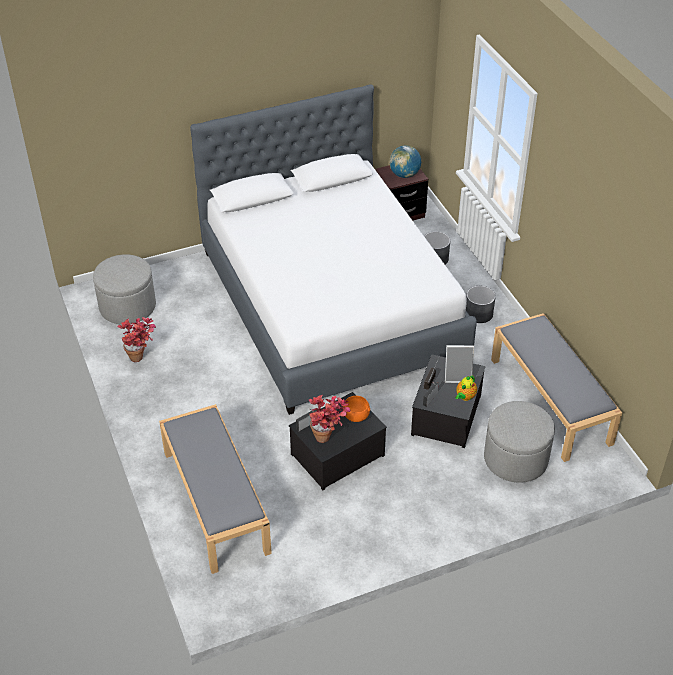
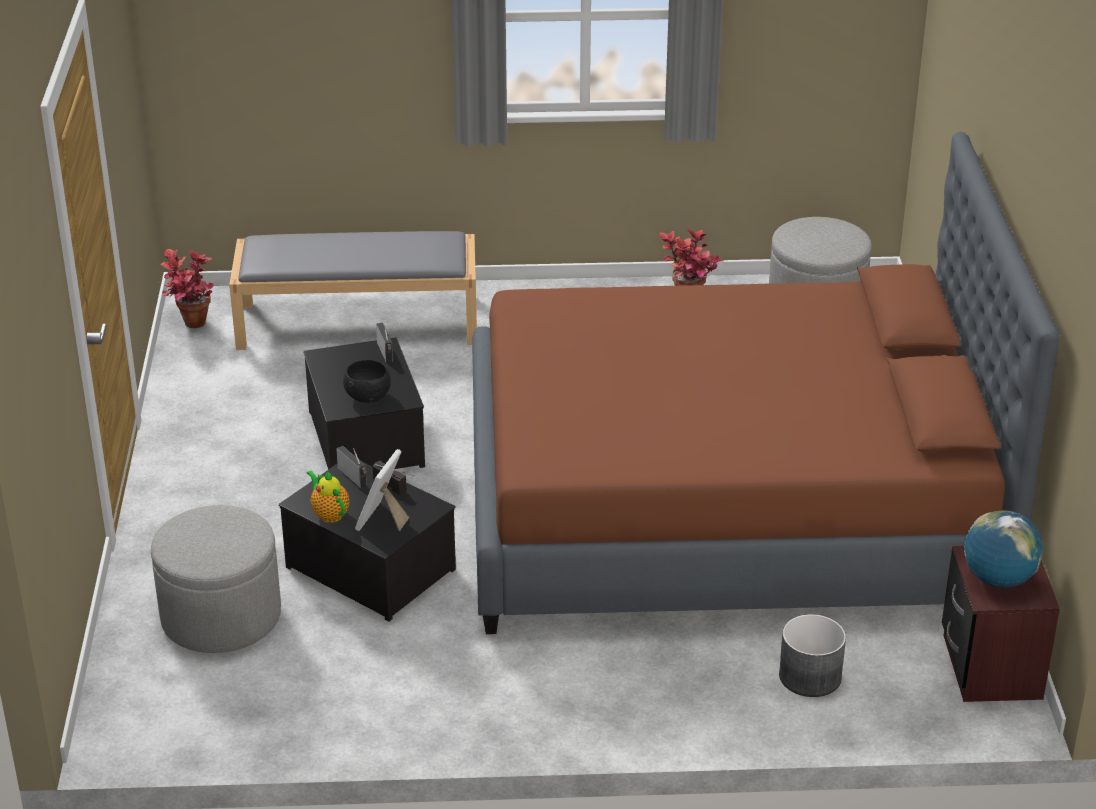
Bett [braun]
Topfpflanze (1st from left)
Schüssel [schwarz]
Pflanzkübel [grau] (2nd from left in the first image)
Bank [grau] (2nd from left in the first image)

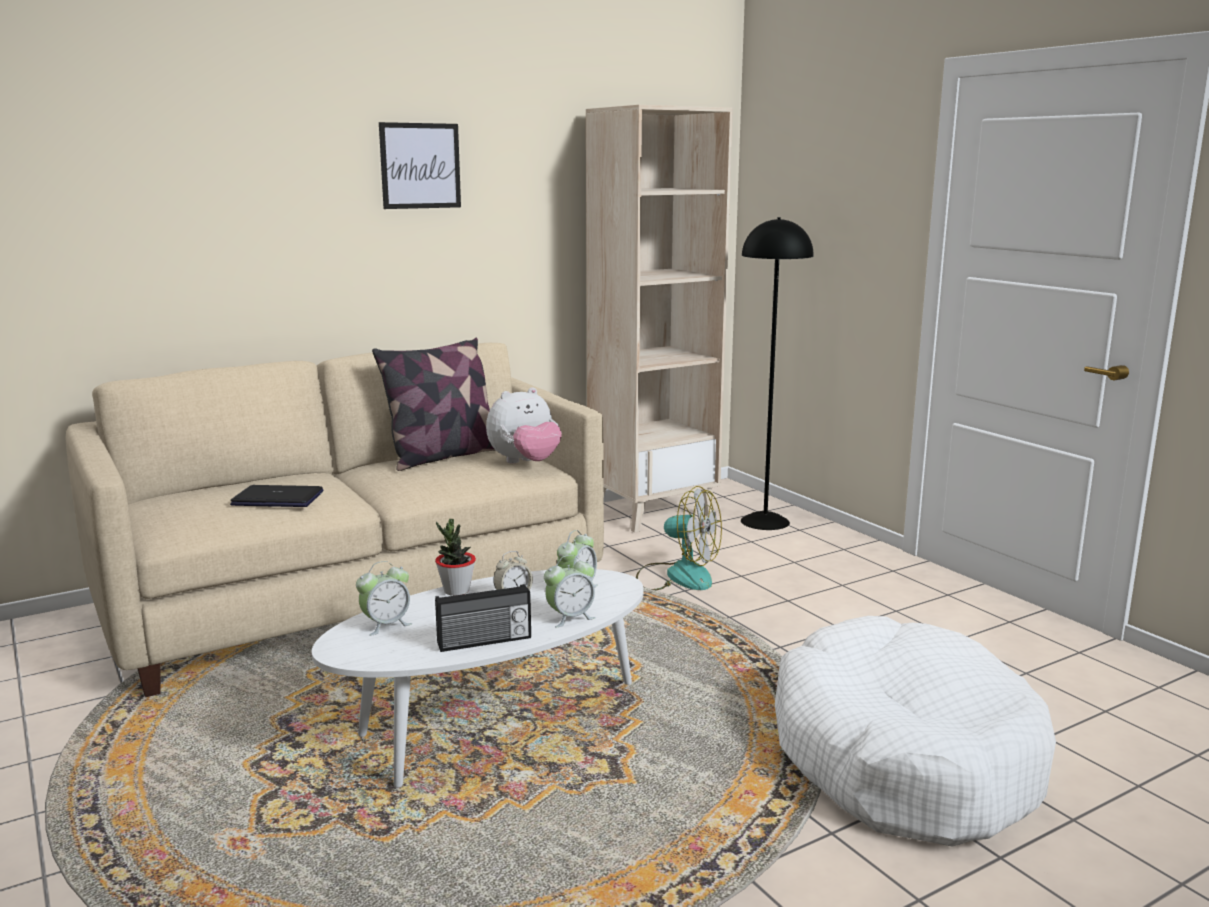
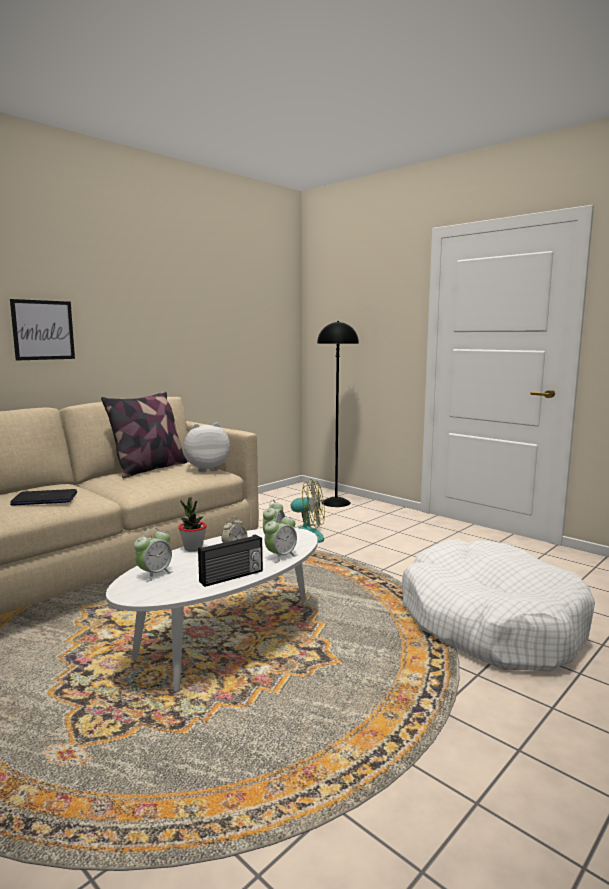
Bild
Plüschtier
Bücherregal [beige]

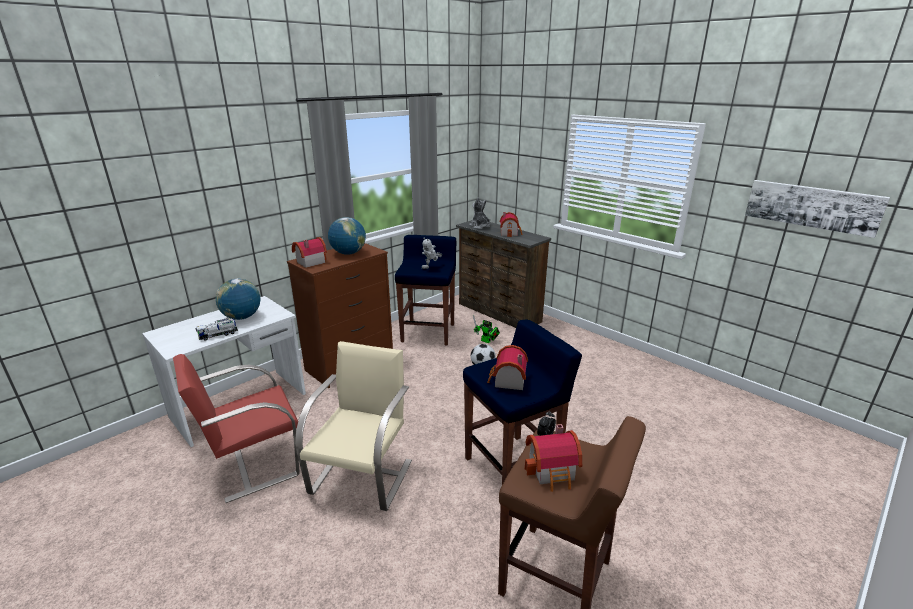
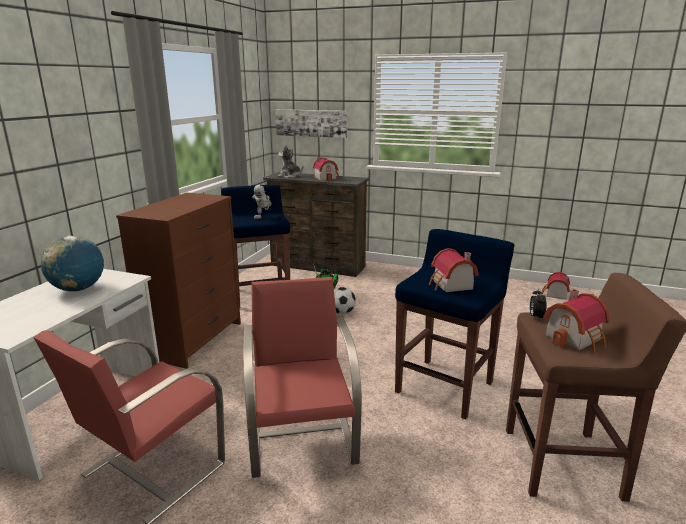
Spielzeuglaster
Spielzeughaus (3rd from left)
Stuhl [rot] (2nd from left)
Globus (2nd from left in the first image)
Bild

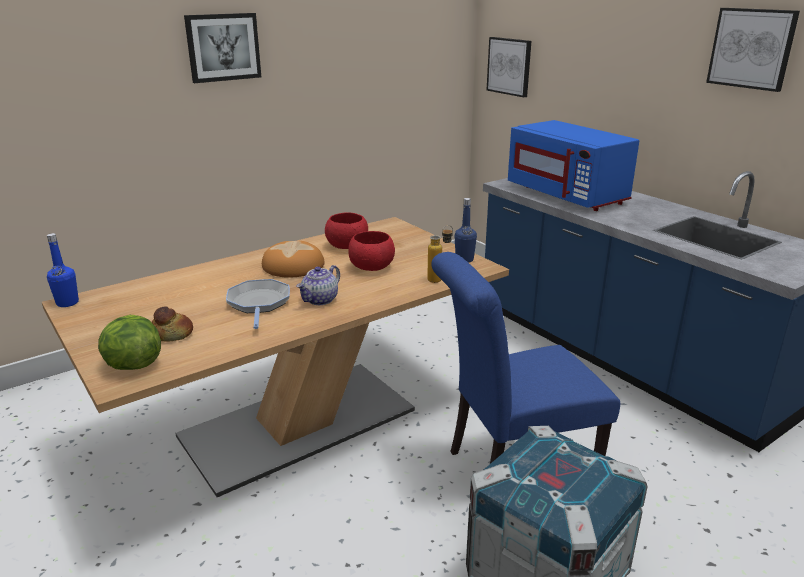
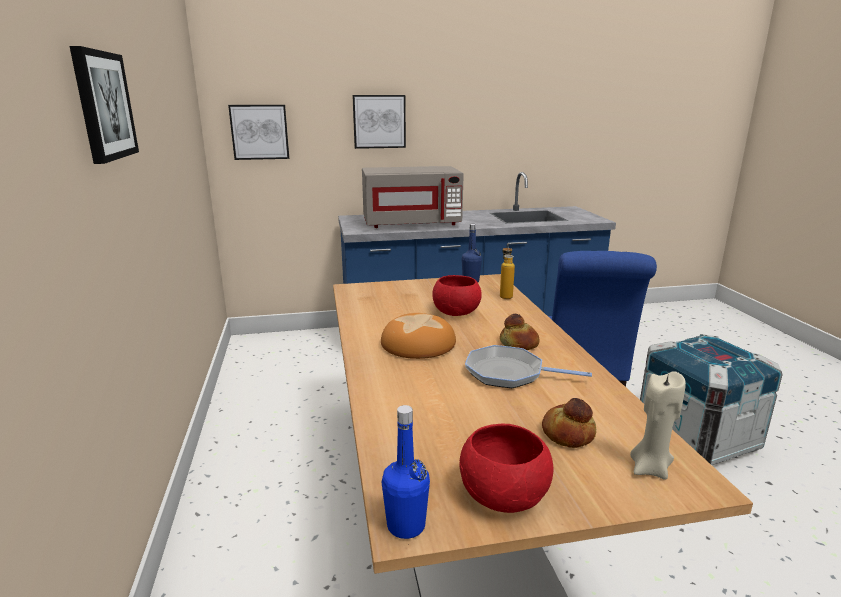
Kerze [beige]
Brot (2nd from left)
Schüssel [rot] (2nd from left)
Mikrowelle [grau]
Bild (3rd from left)

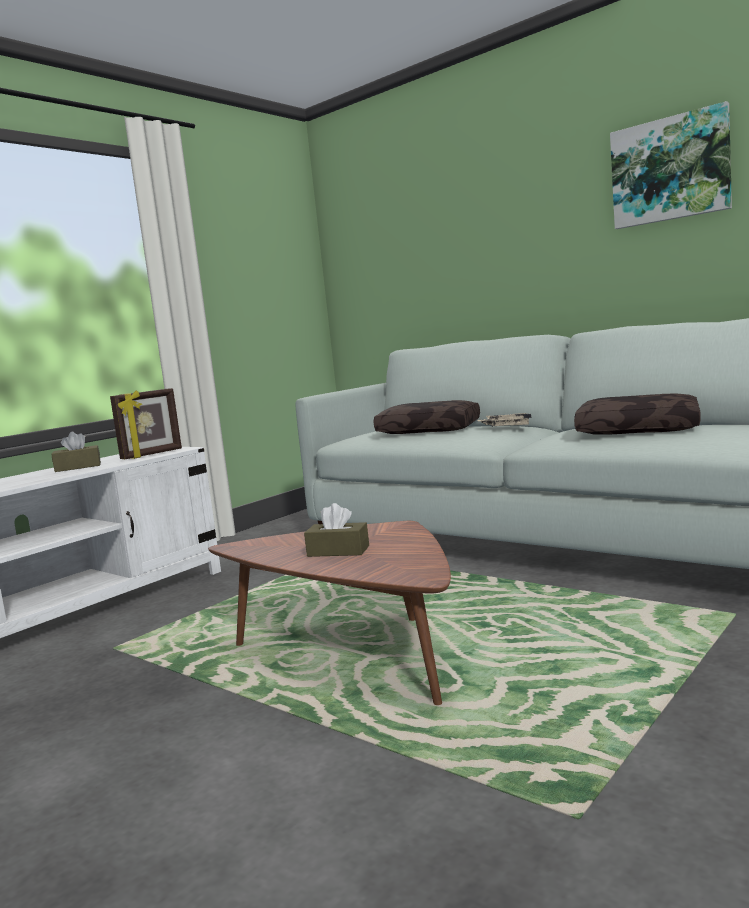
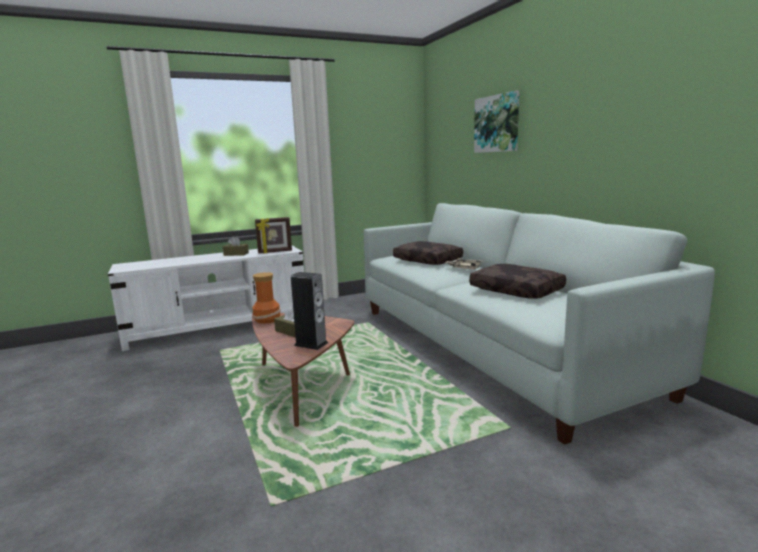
Bild
Vase
Lautsprecher

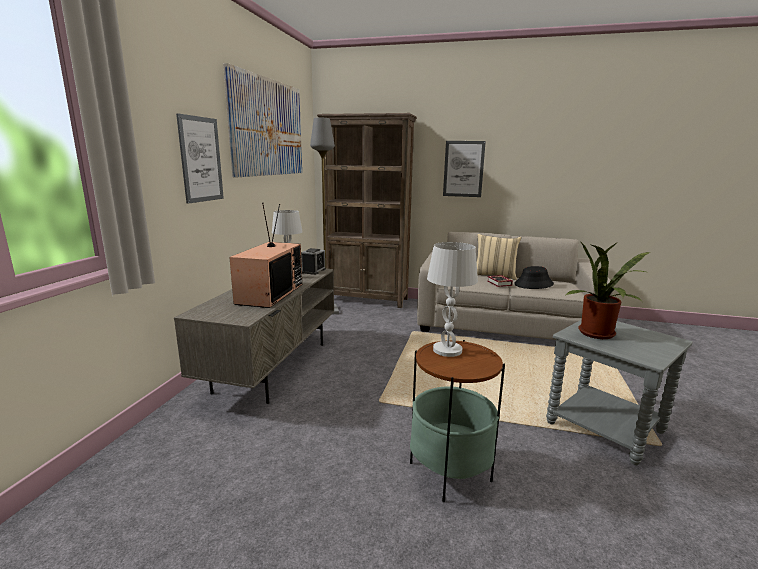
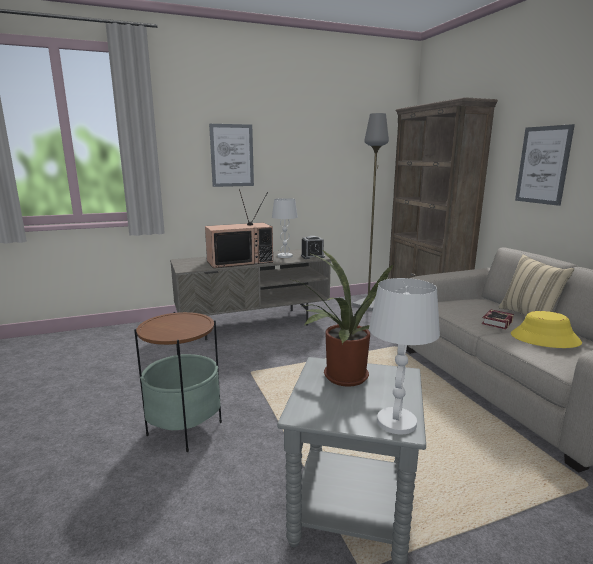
Bild (2nd from left in the first image)
Tischlampe [weiß] (2nd from left)
Hut [gelb]

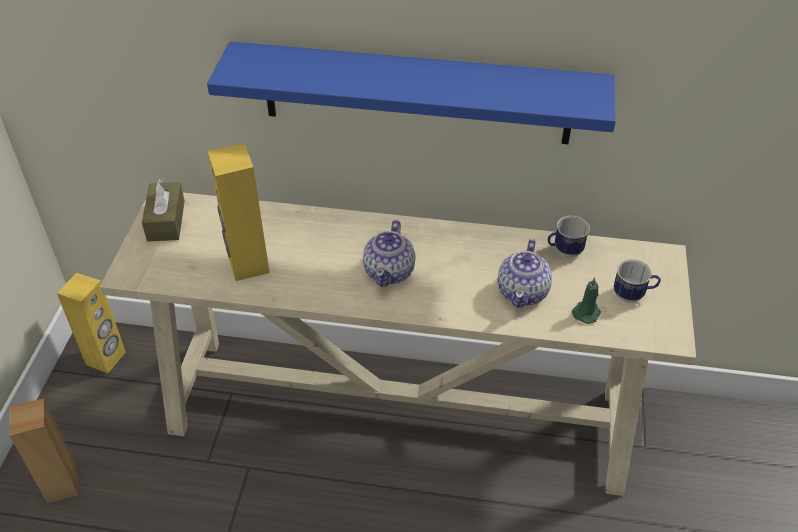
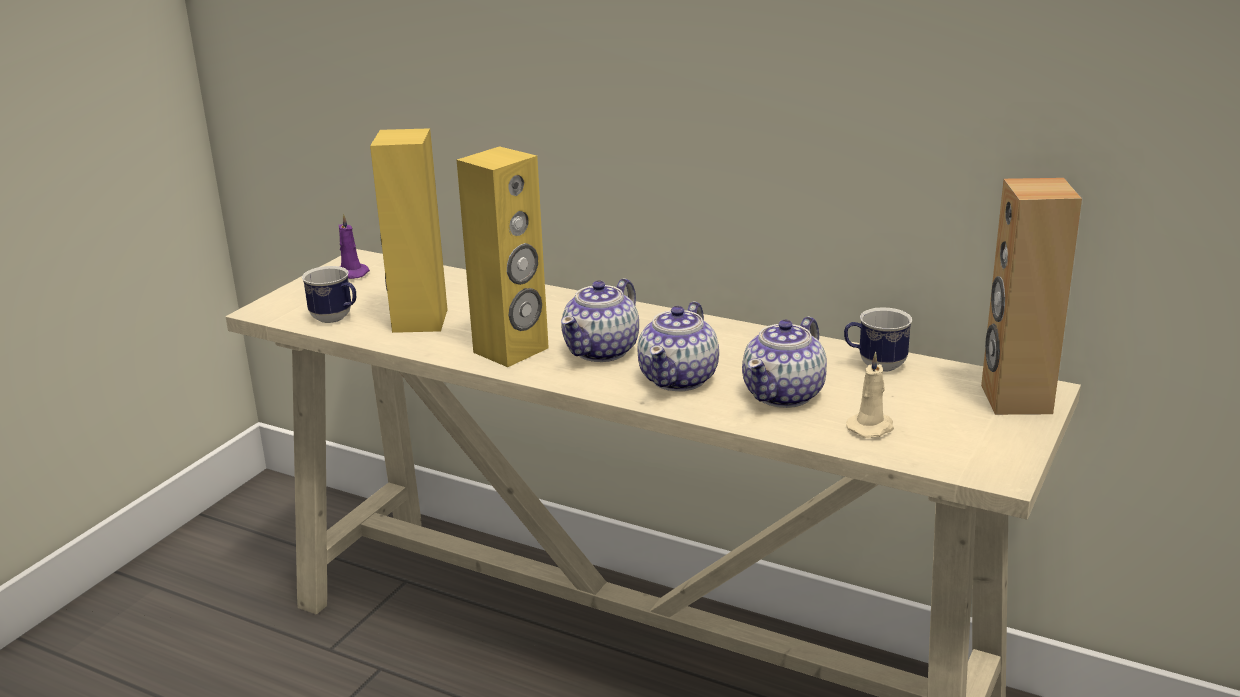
Lautsprecher [braun]
Lautsprecher [gelb] (2nd from left)
Kerze [lila]
Wandregal [blau]
Kerze [beige]
Henkelbecher (1st from left)
Teekanne (2nd from left)

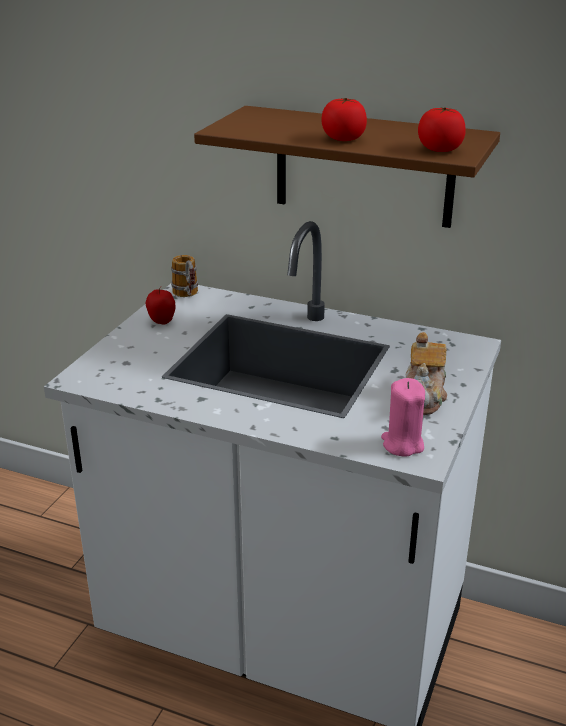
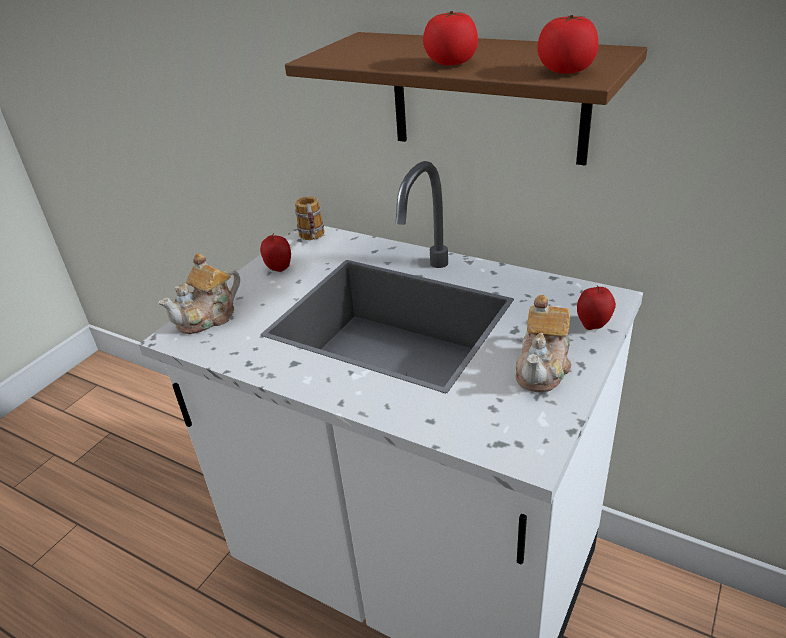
Kerze [rosa]
Teekanne (1st from left)
Apfel (2nd from left)

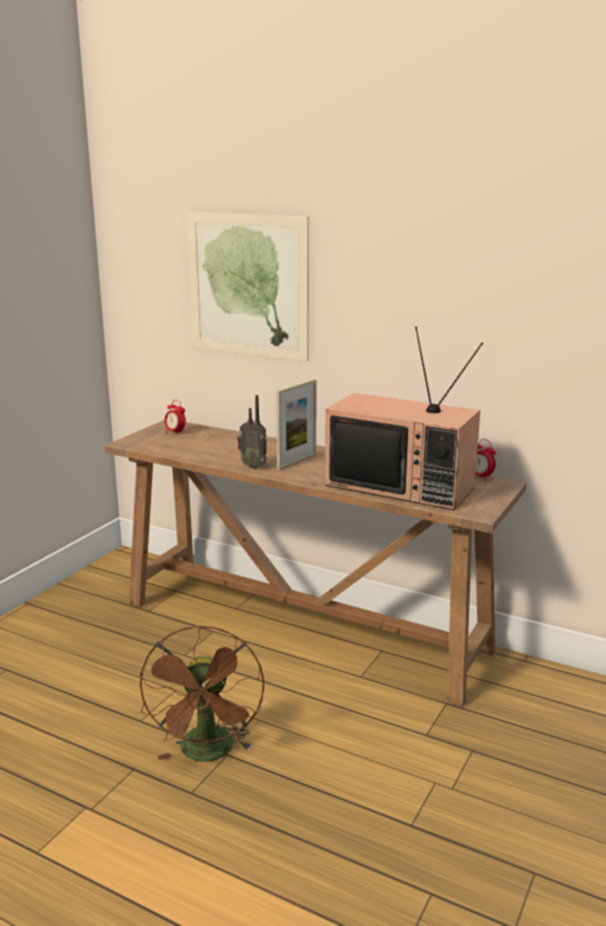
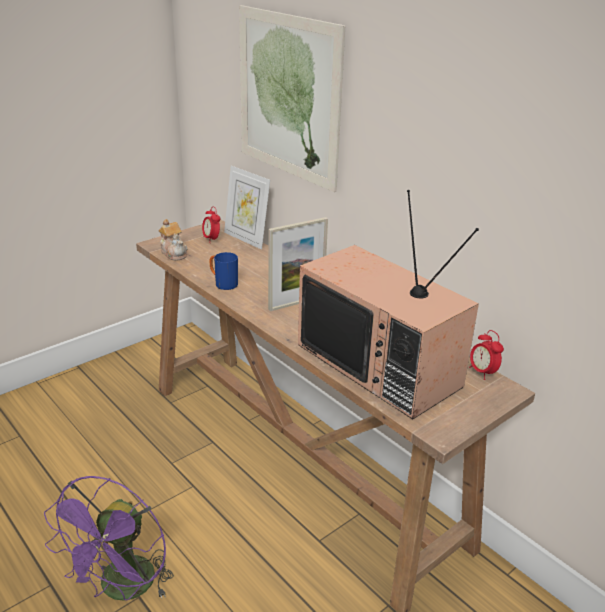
Ventilator [lila]
Radio
Teekanne
Henkelbecher [blau]
Bilderrahmen (1st from left)

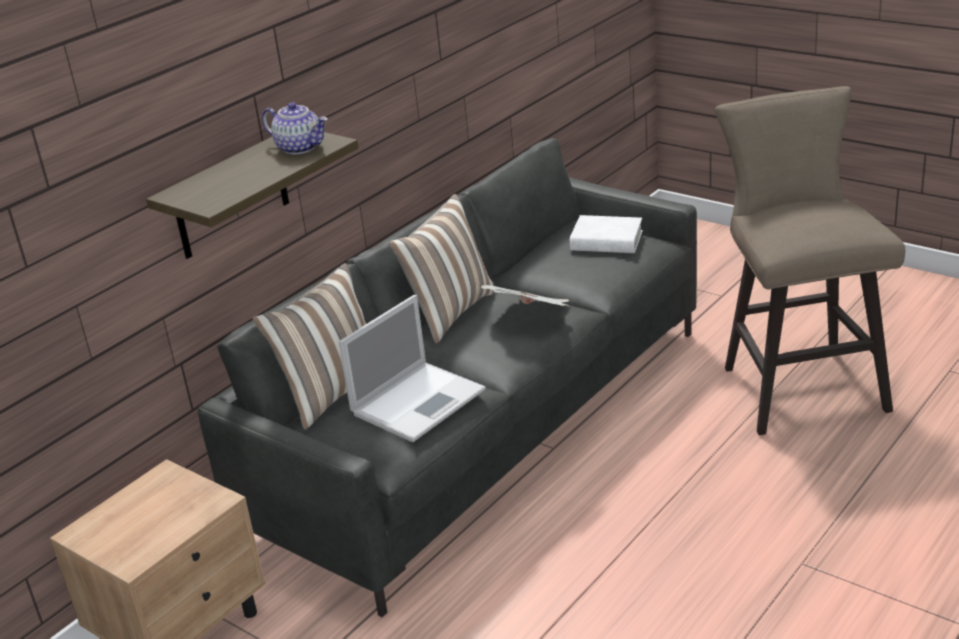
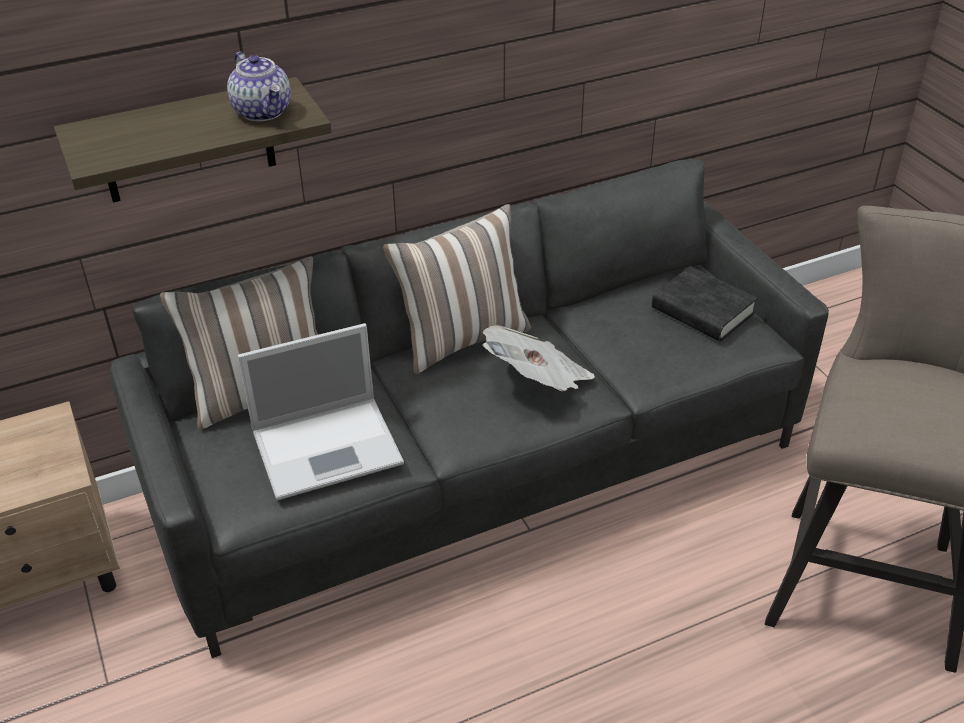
Buch [schwarz]

